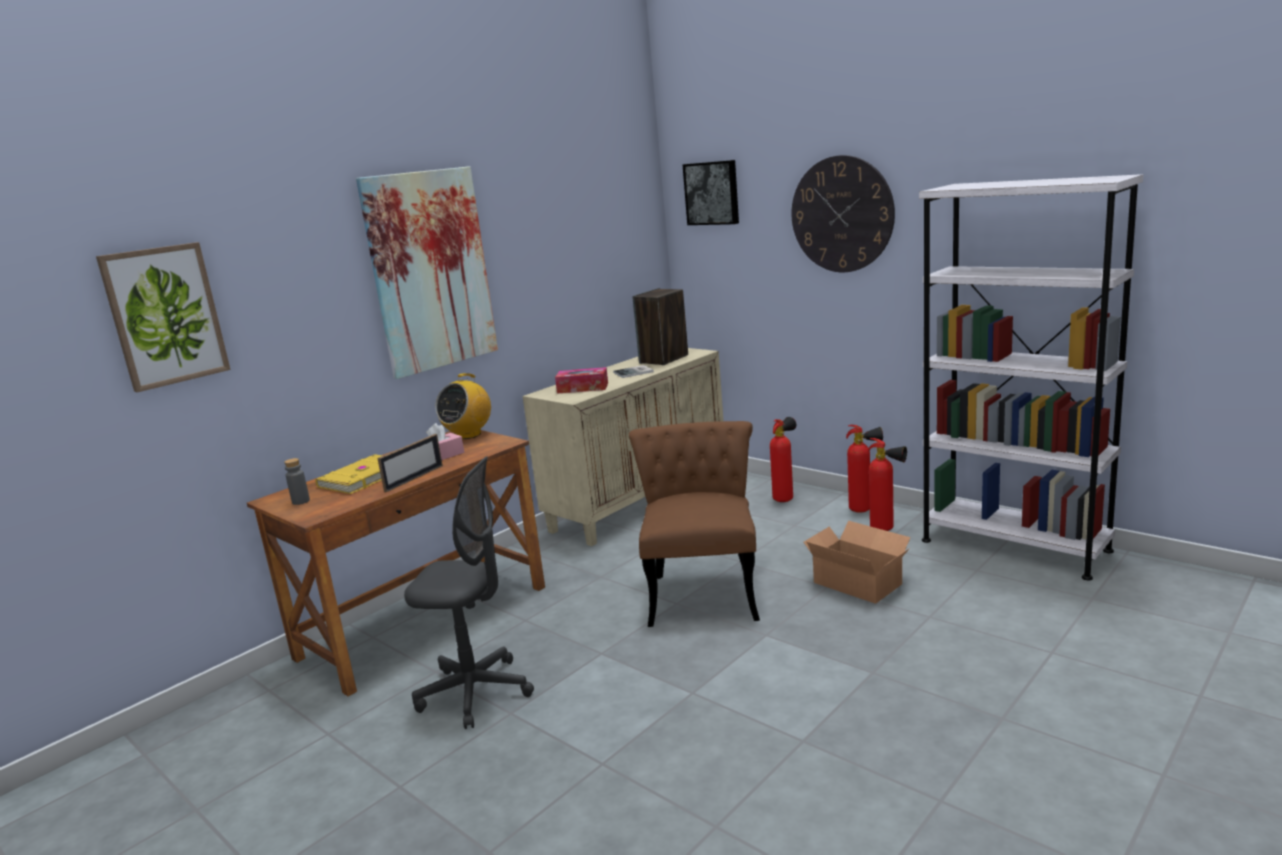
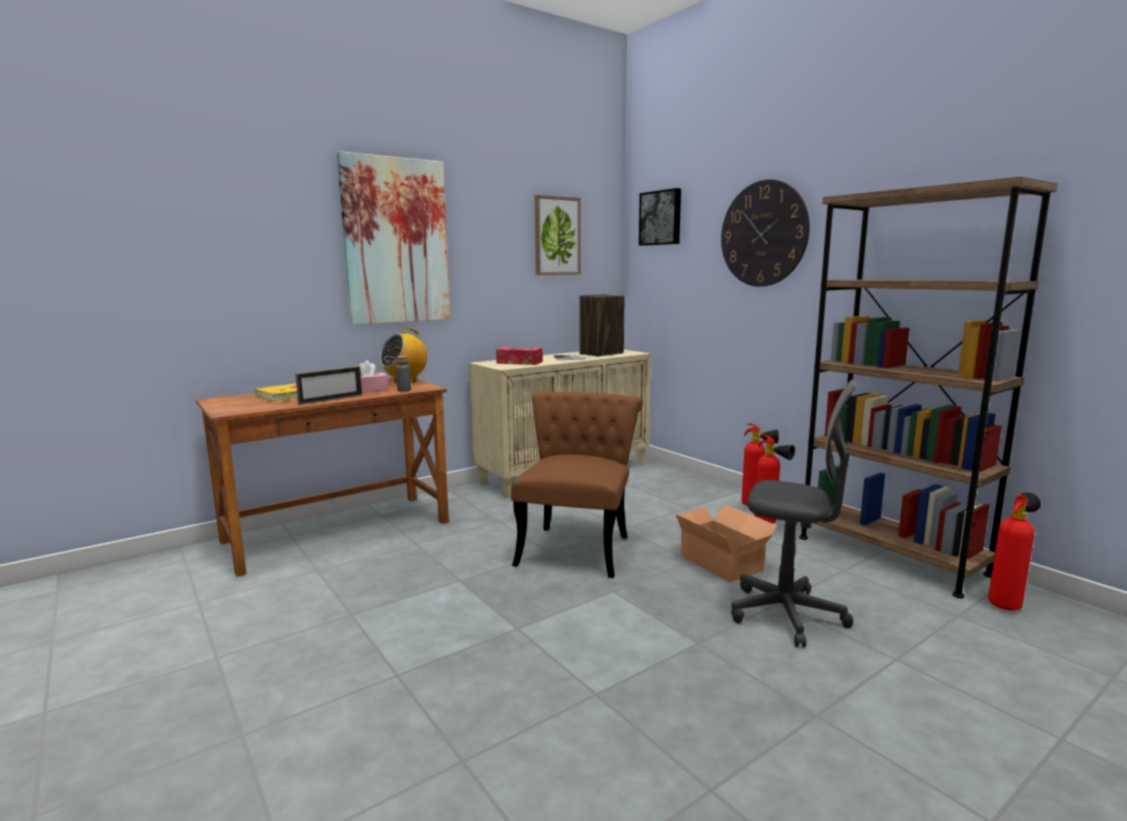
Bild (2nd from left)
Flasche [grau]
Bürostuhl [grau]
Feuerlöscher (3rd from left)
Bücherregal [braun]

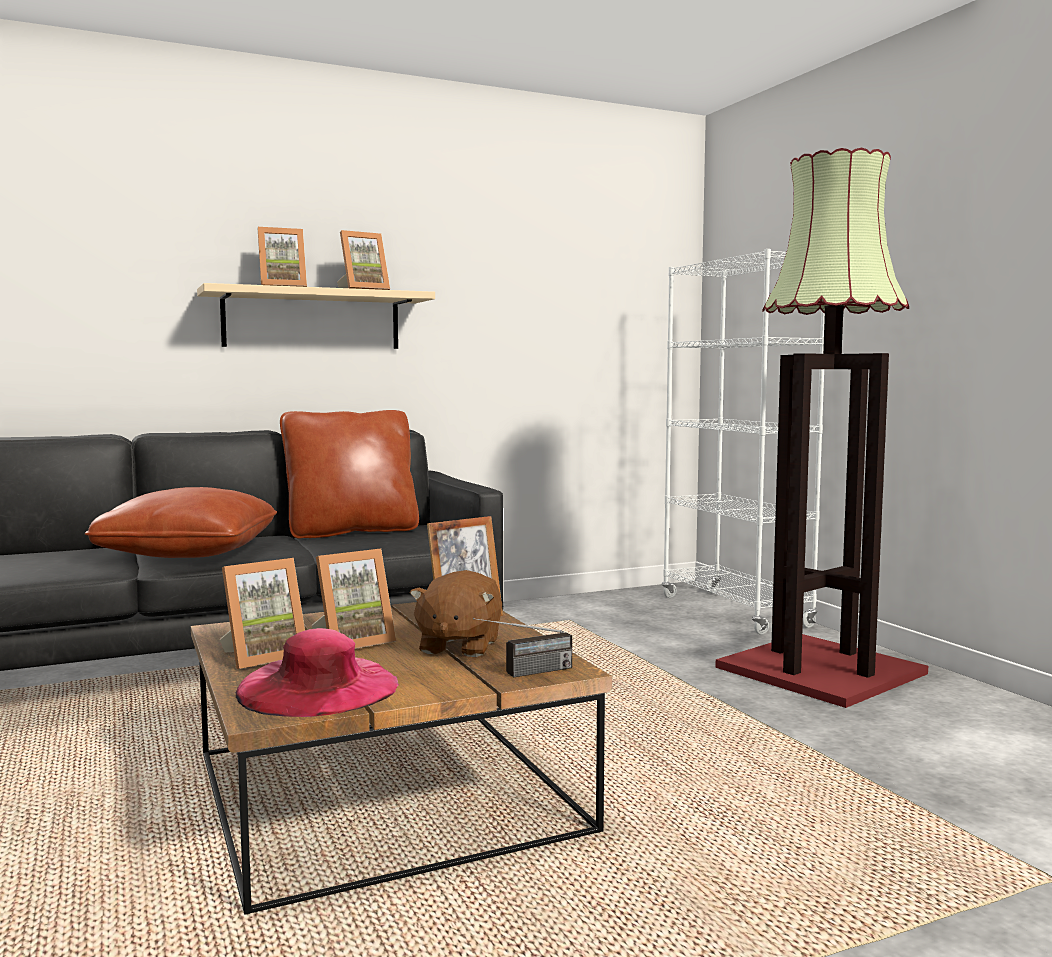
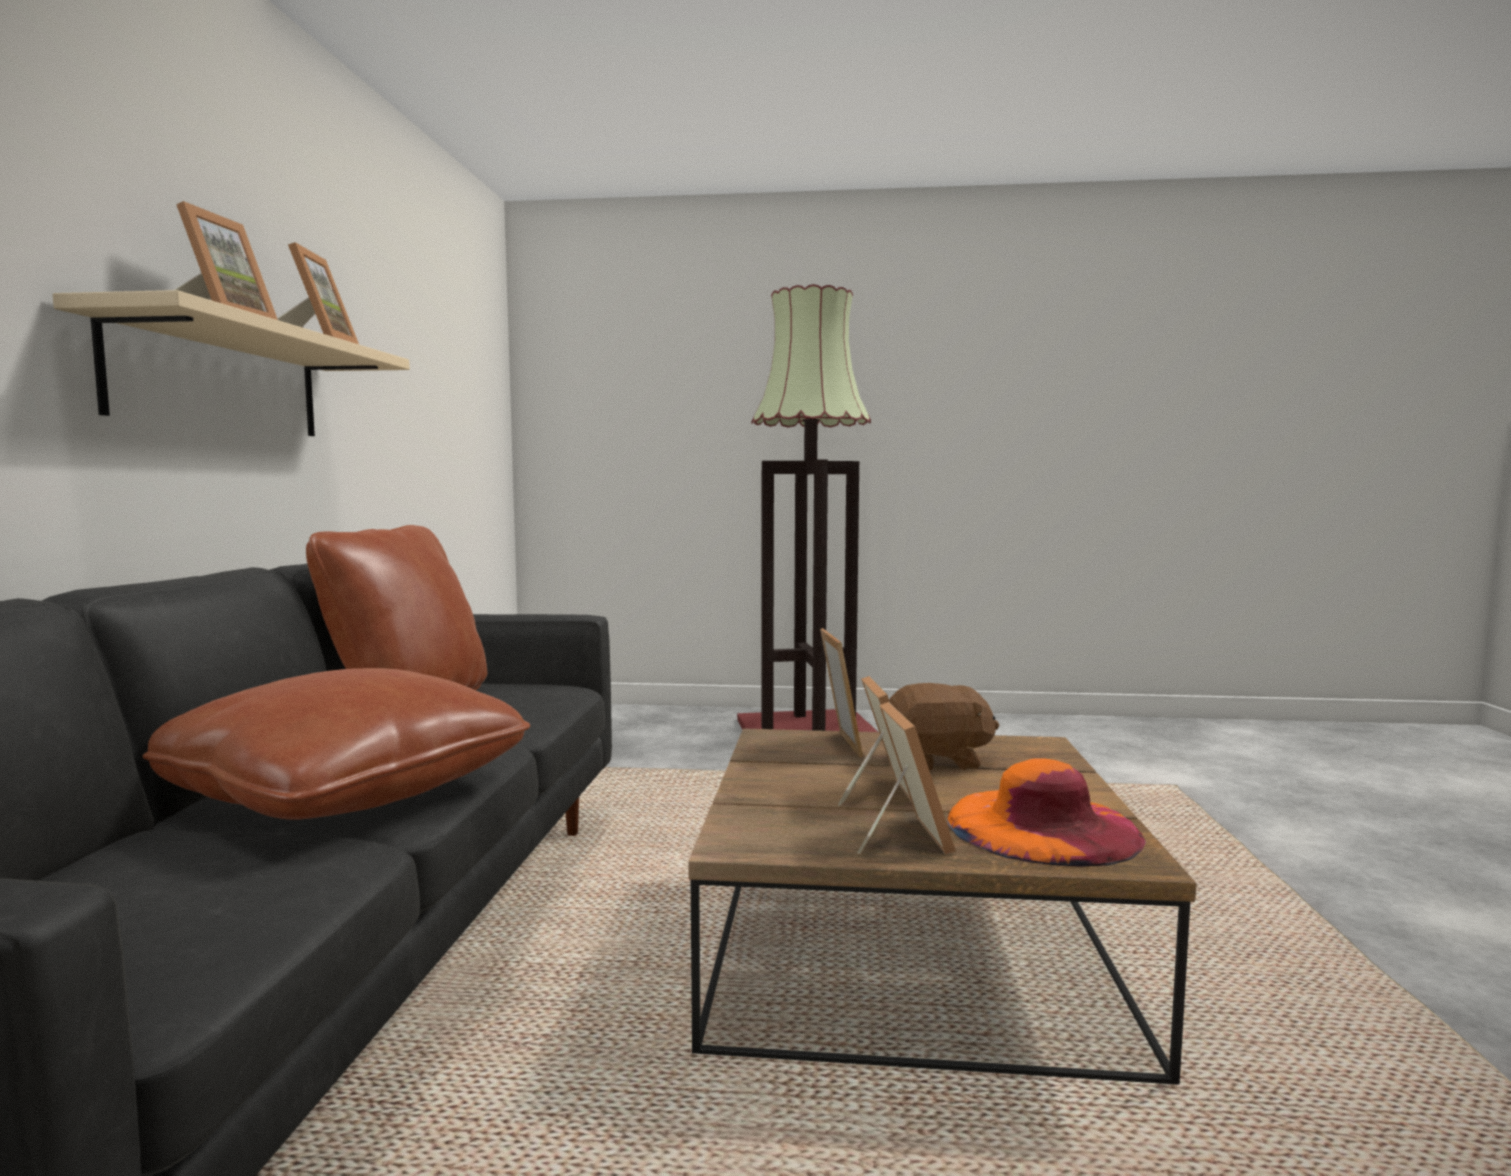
Hut [orange]
Plüschtier [braun]
Radio
Bücherregal [weiß]

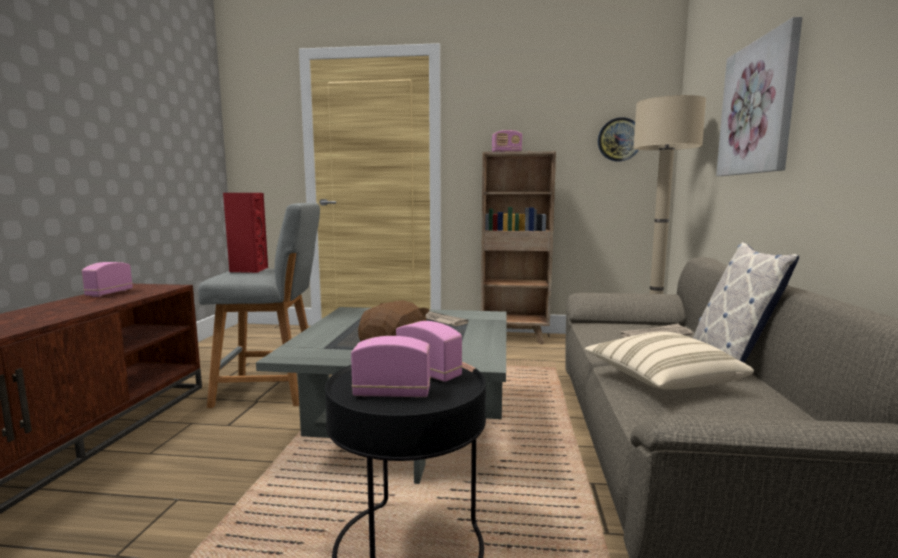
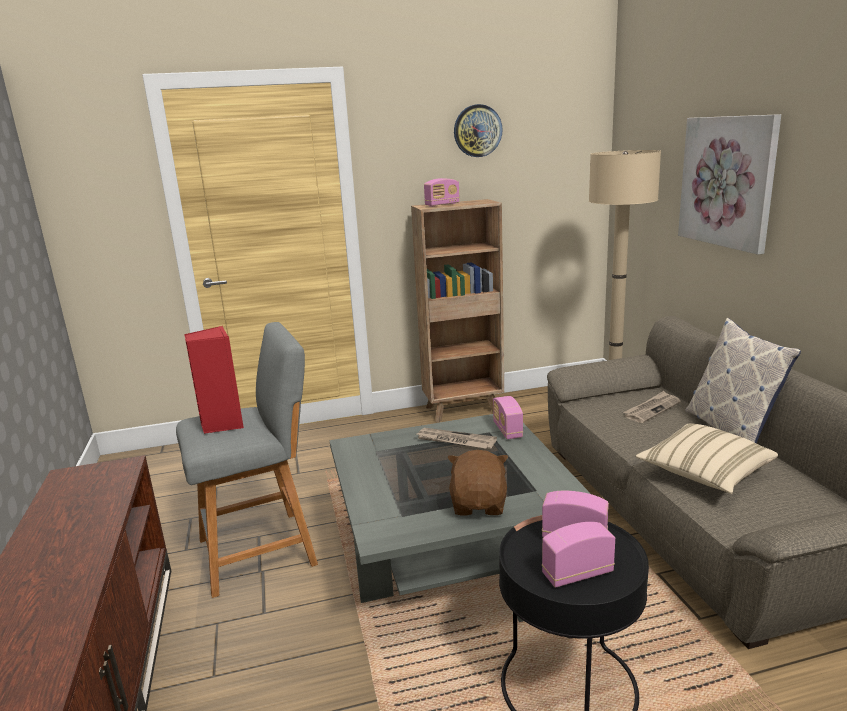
Radio (2nd from left)
Wanduhr

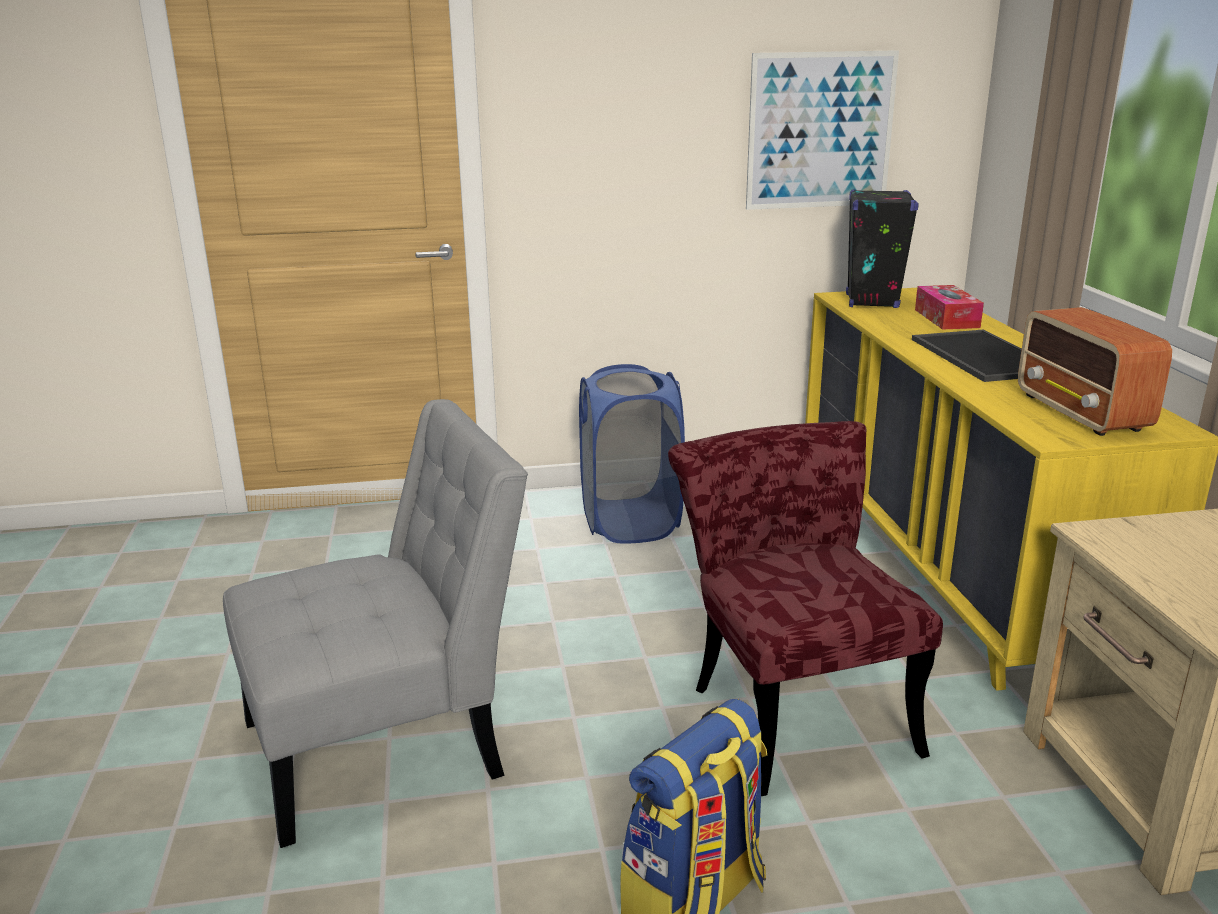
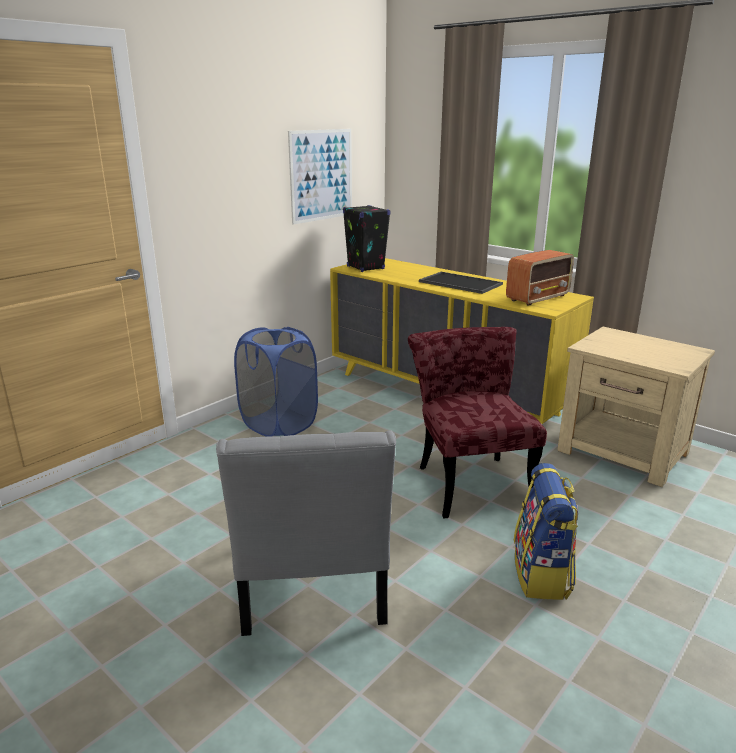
Stuhl [grau]
Stuhl [rot]
Taschentuchbox
Radio

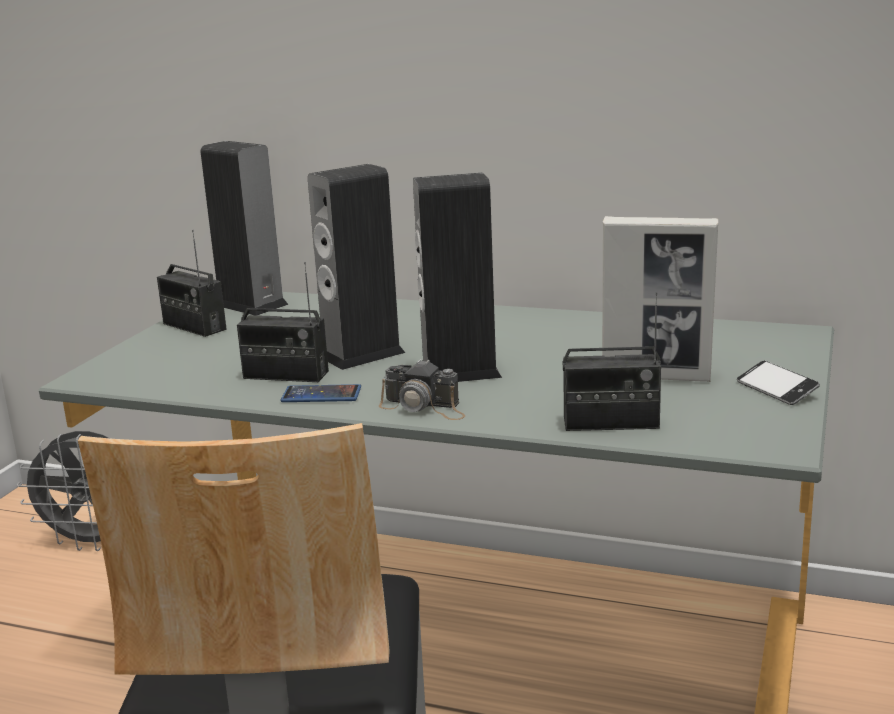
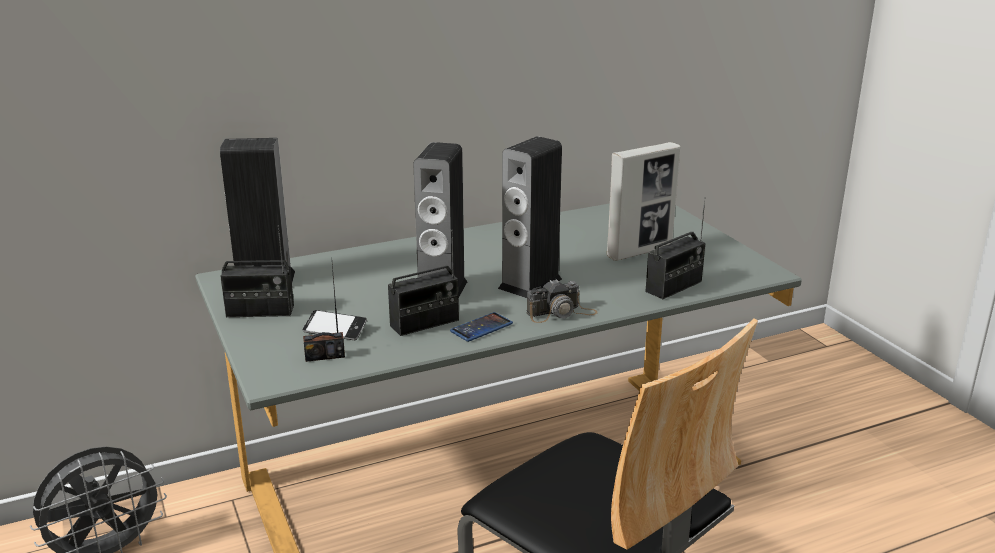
Handy (1st from left)
Radio (2nd from left)

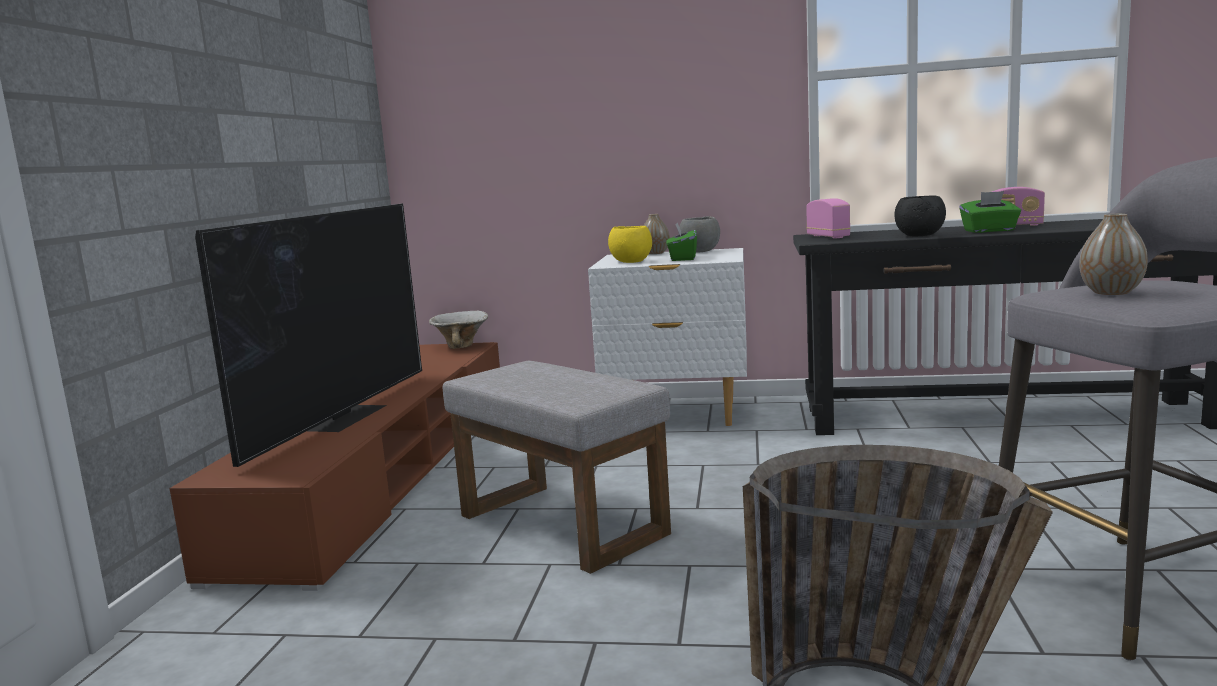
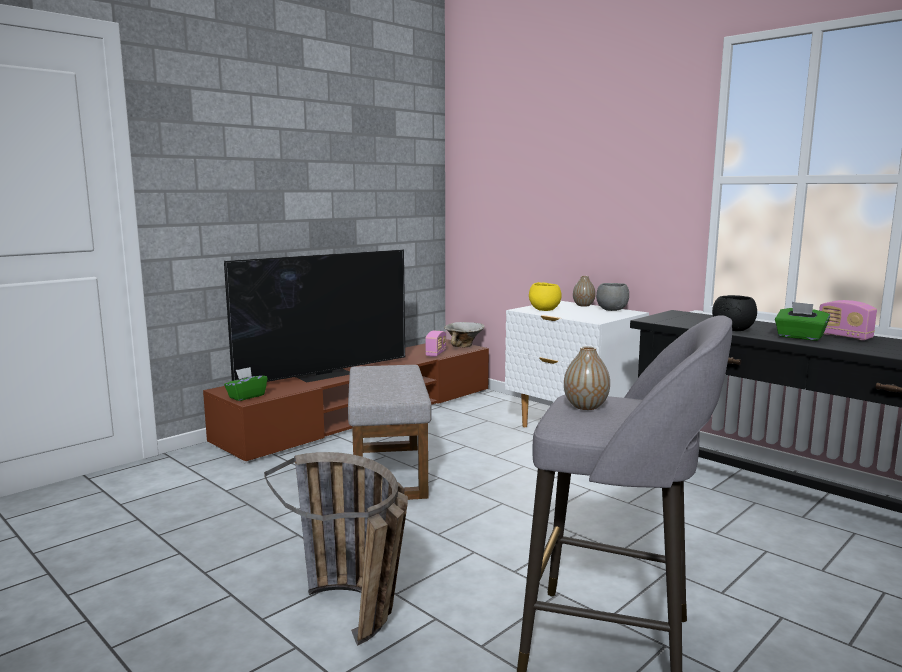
Taschentuchbox [grün] (1st from left)
Radio (1st from left)

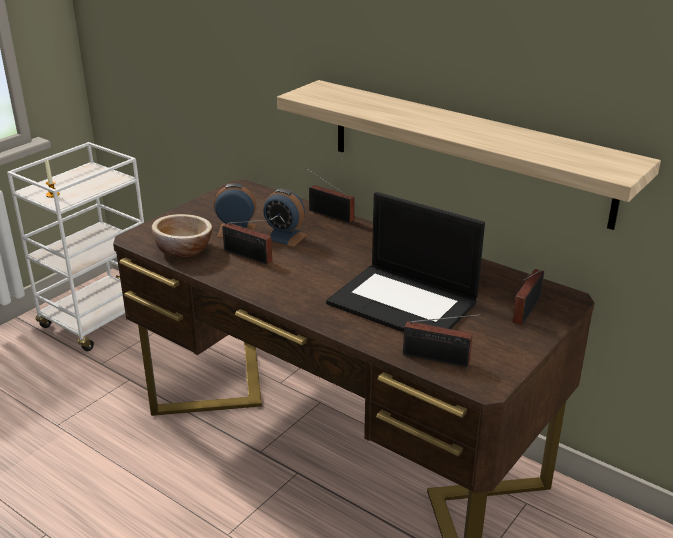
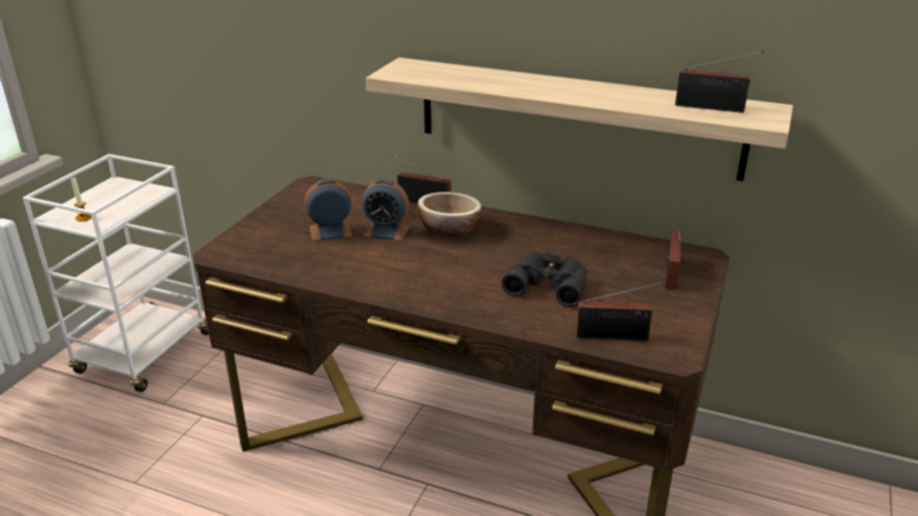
Schüssel
Radio (4th from left)
Fernglas [schwarz]

